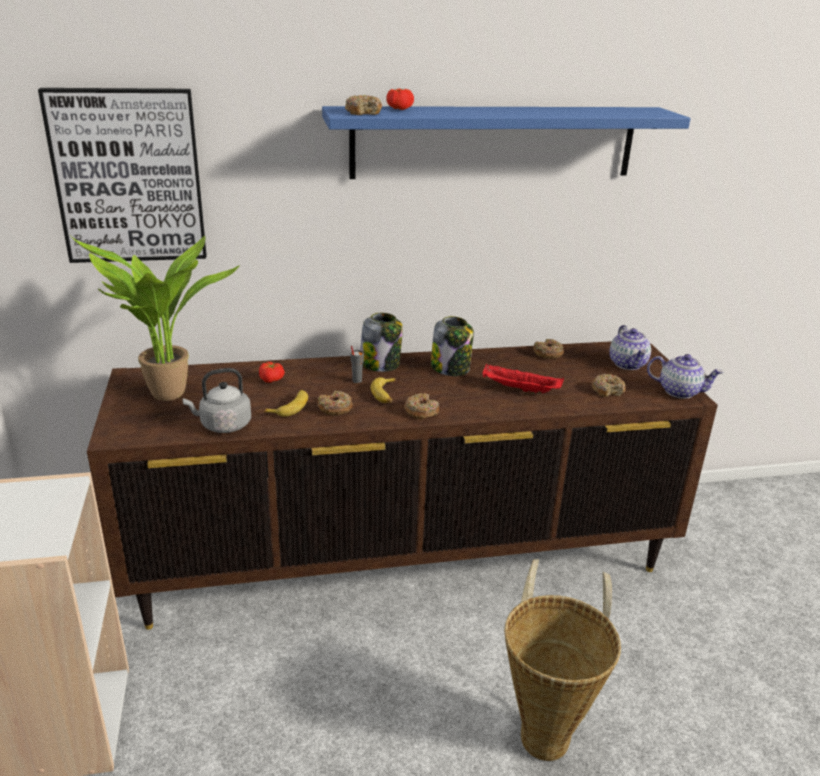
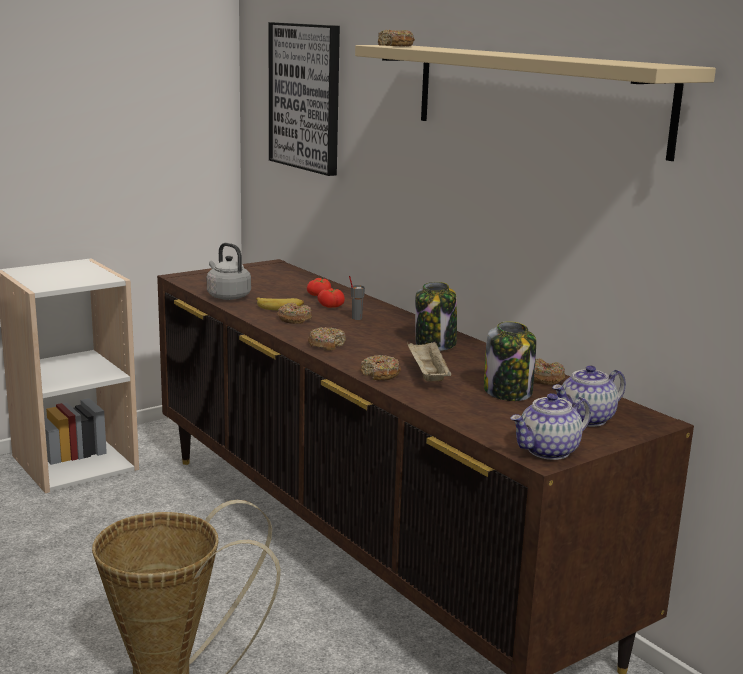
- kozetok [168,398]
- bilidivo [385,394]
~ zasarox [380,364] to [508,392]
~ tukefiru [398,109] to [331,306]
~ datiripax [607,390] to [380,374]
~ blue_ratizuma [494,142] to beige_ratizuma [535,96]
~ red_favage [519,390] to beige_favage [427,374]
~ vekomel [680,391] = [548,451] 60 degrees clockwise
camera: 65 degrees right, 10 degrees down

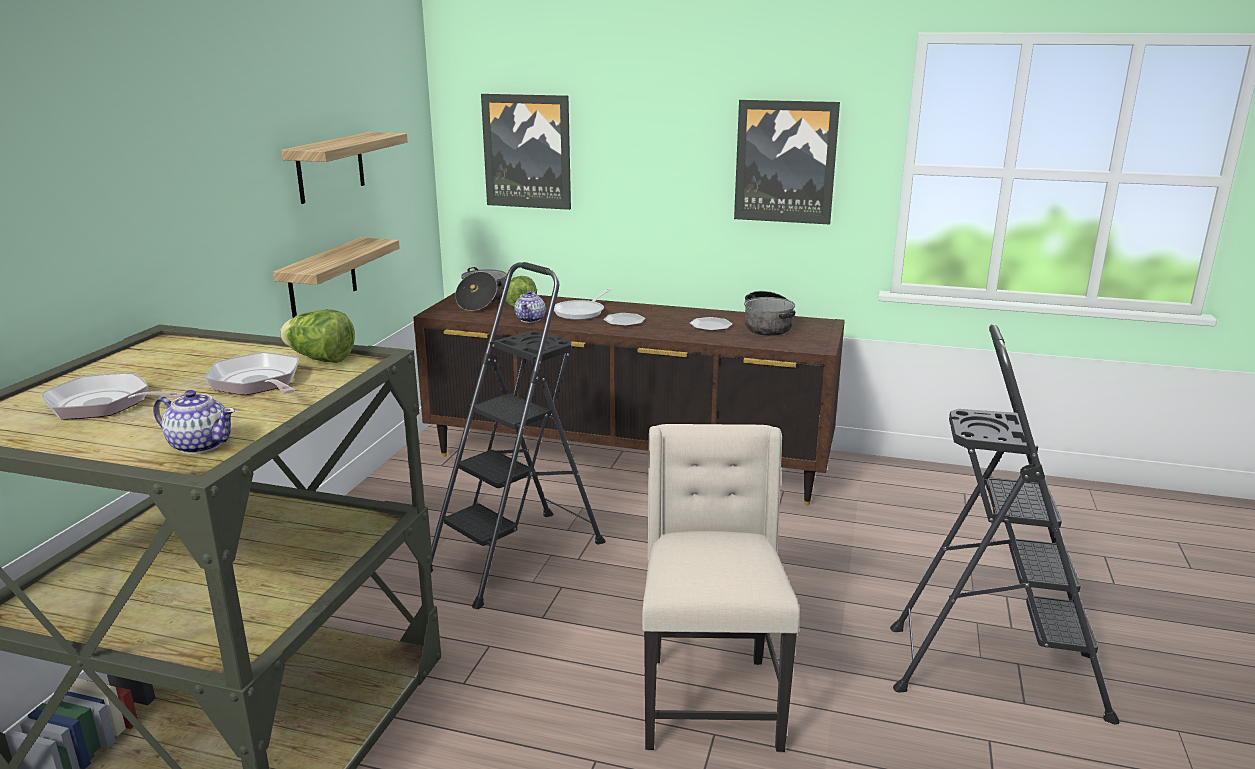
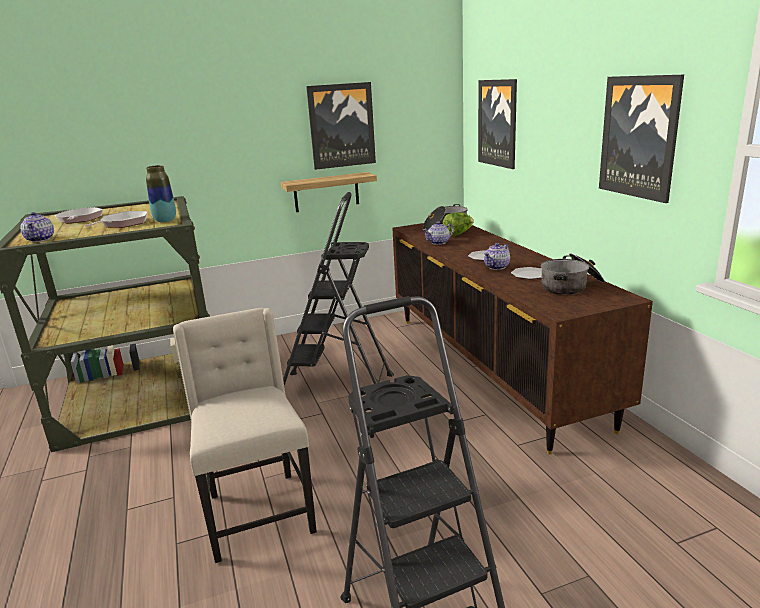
- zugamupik [581,312]
+ vekomel [497,267]
~ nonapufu [320,359] to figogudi [165,220]
~ ratizuma [330,167] to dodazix [341,125]
~ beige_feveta [709,700] = [258,513] 75 degrees counterclockwise
camera: 55 degrees right, 0 degrees up

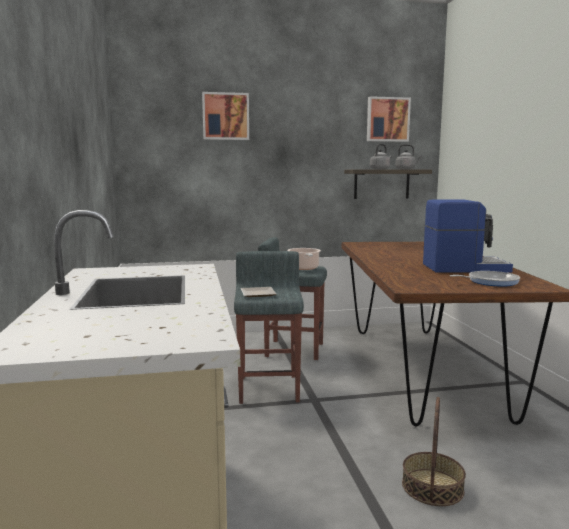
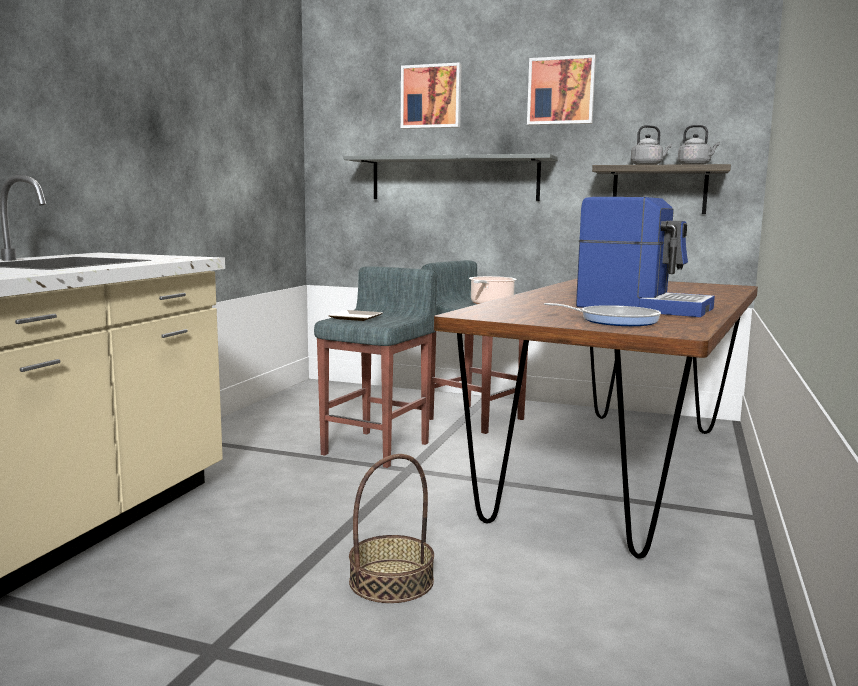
+ grey_ratizuma [454,179]
~ dodazix [387,119] to [561,91]
camera: 30 degrees right, 0 degrees up

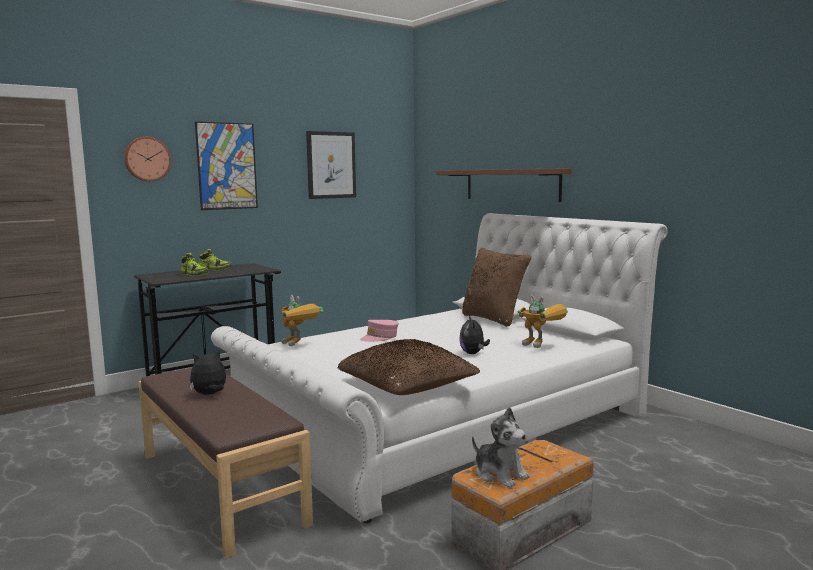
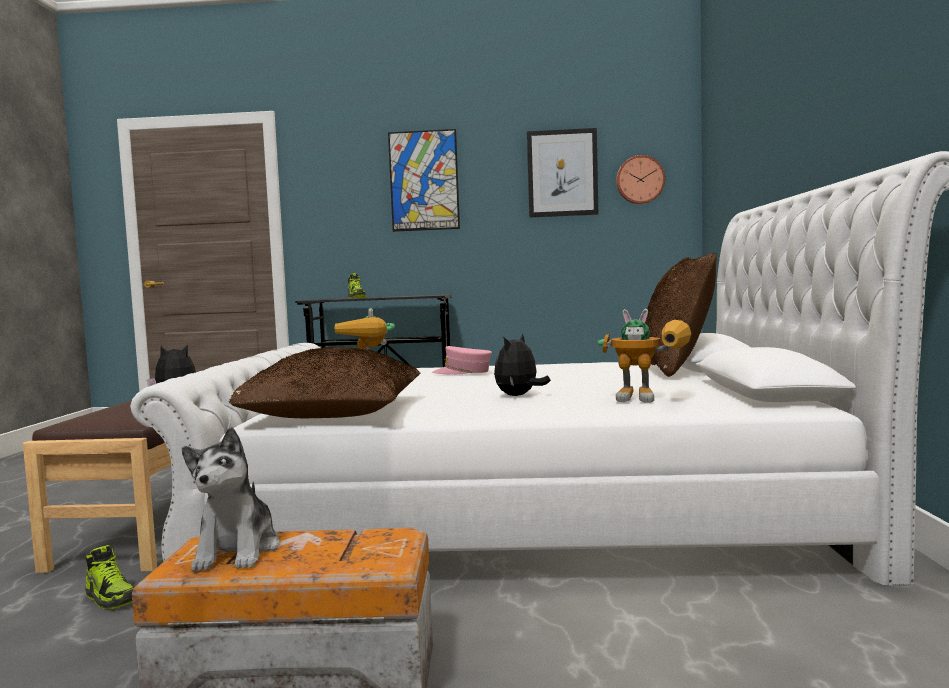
- brown_ratizuma [511,184]
~ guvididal [147,159] to [639,180]
~ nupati [215,269] to [111,598]
~ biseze [542,345] = [652,399] 60 degrees counterclockwise
camera: 40 degrees right, 5 degrees down

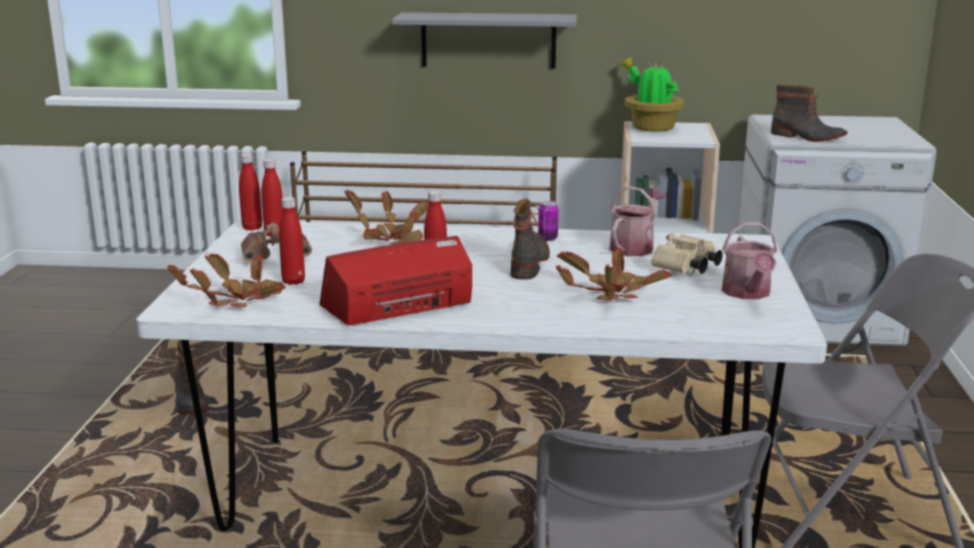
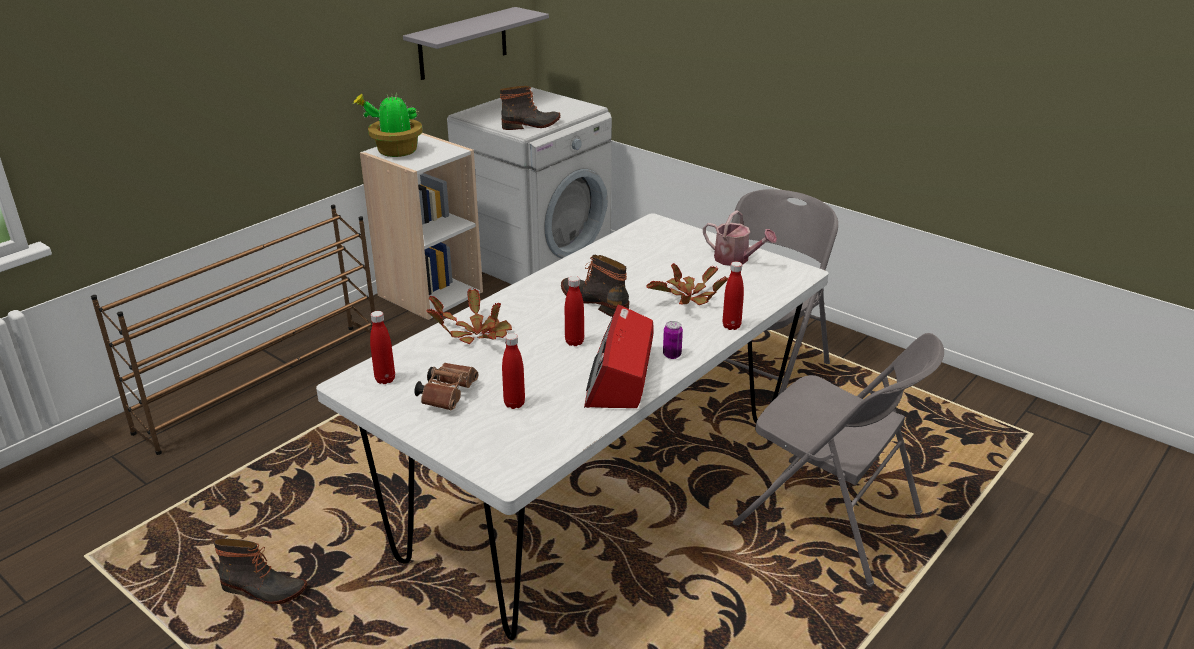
- kozetok [237,300]
- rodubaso [634,247]
- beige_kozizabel [685,269]
~ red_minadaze [252,228] to [731,326]
~ grey_ratizuma [488,40] to [463,43]
~ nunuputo [547,238] to [672,355]
camera: 55 degrees left, 10 degrees up

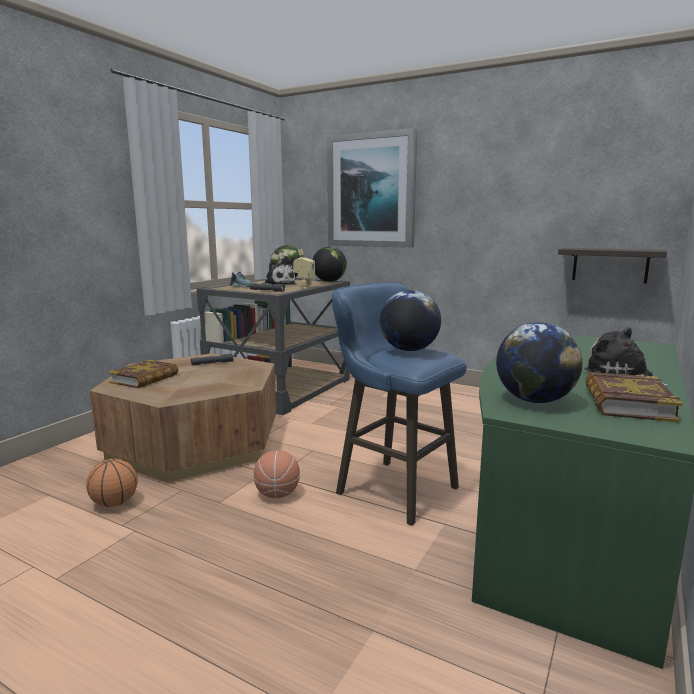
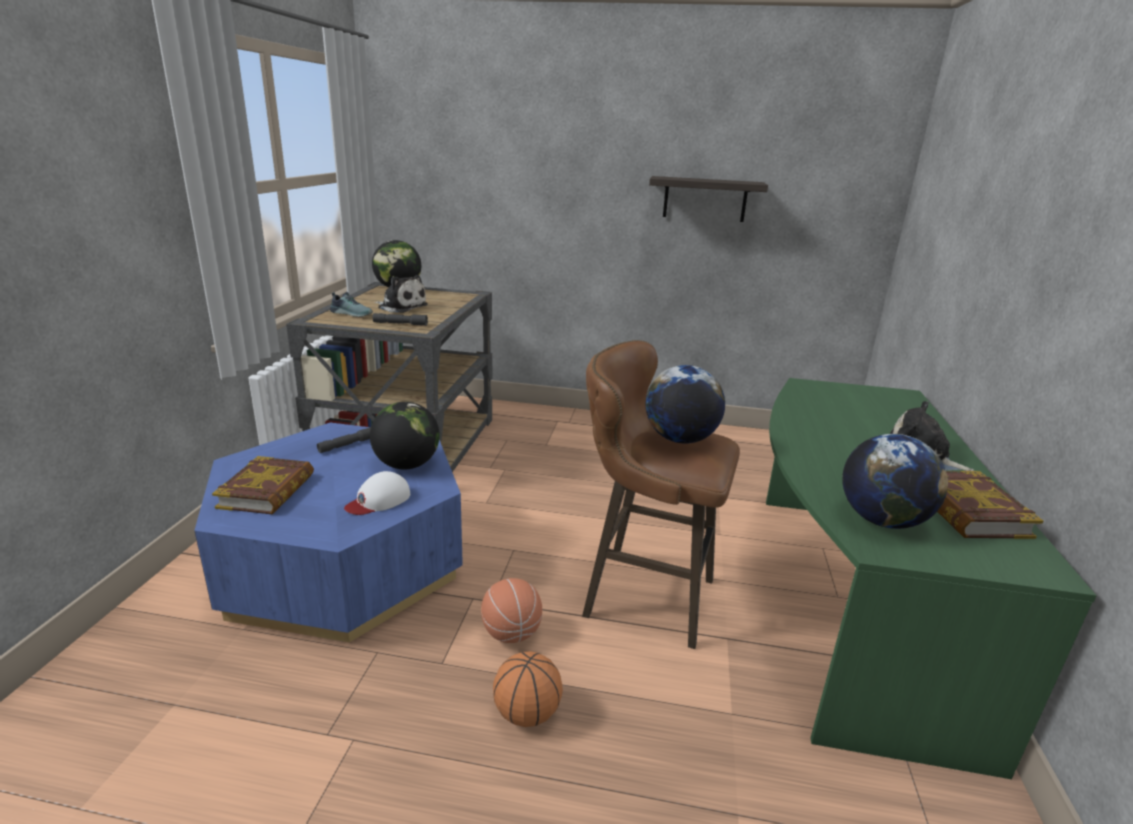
- biseze [304,287]
- dodazix [371,191]
+ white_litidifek [378,500]
~ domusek [114,503] to [527,714]
~ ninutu [329,281] to [406,465]
~ ratizuma [610,265] to [705,199]
~ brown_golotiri [194,442] to blue_golotiri [343,562]
~ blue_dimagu [392,488] to brown_dimagu [643,595]
camera: 20 degrees left, 10 degrees up

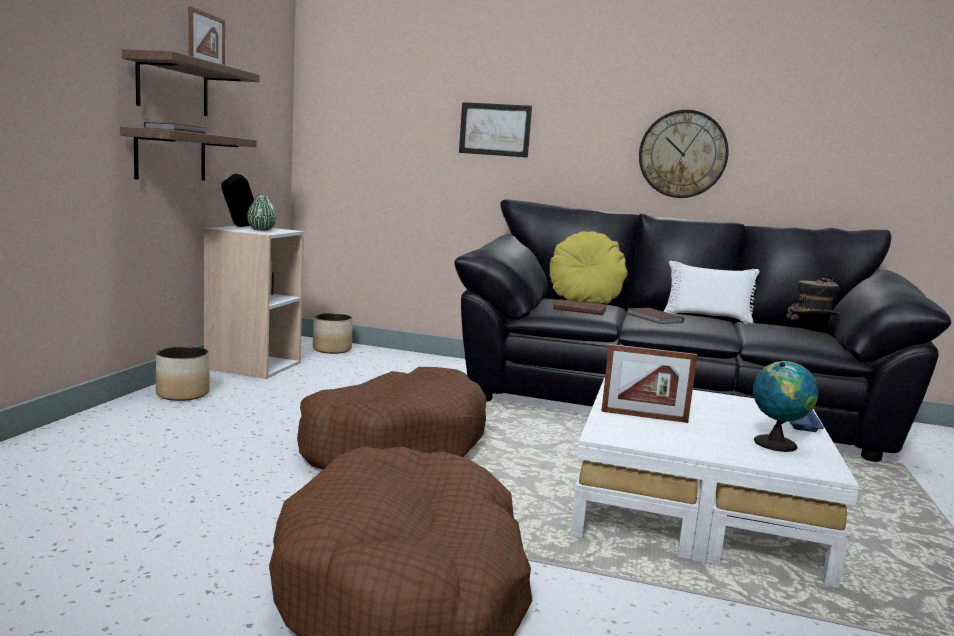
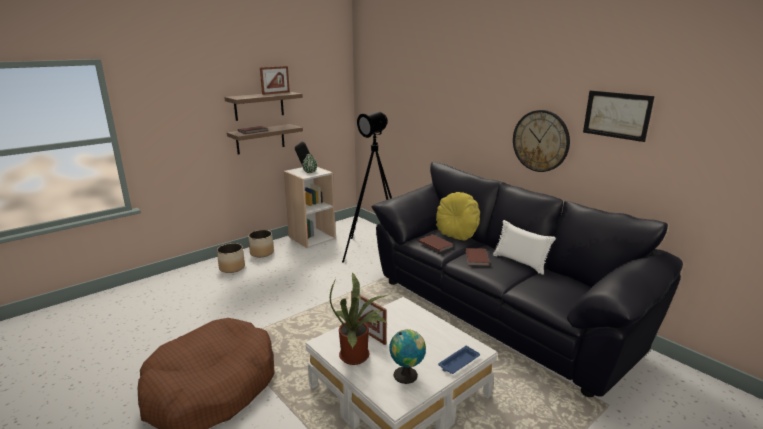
- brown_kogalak [393,445]
- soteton [809,334]
+ kozetok [358,356]
+ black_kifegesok [374,251]
~ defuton [332,349] to [232,268]
~ dodazix [495,129] to [616,115]
camera: 35 degrees right, 10 degrees up

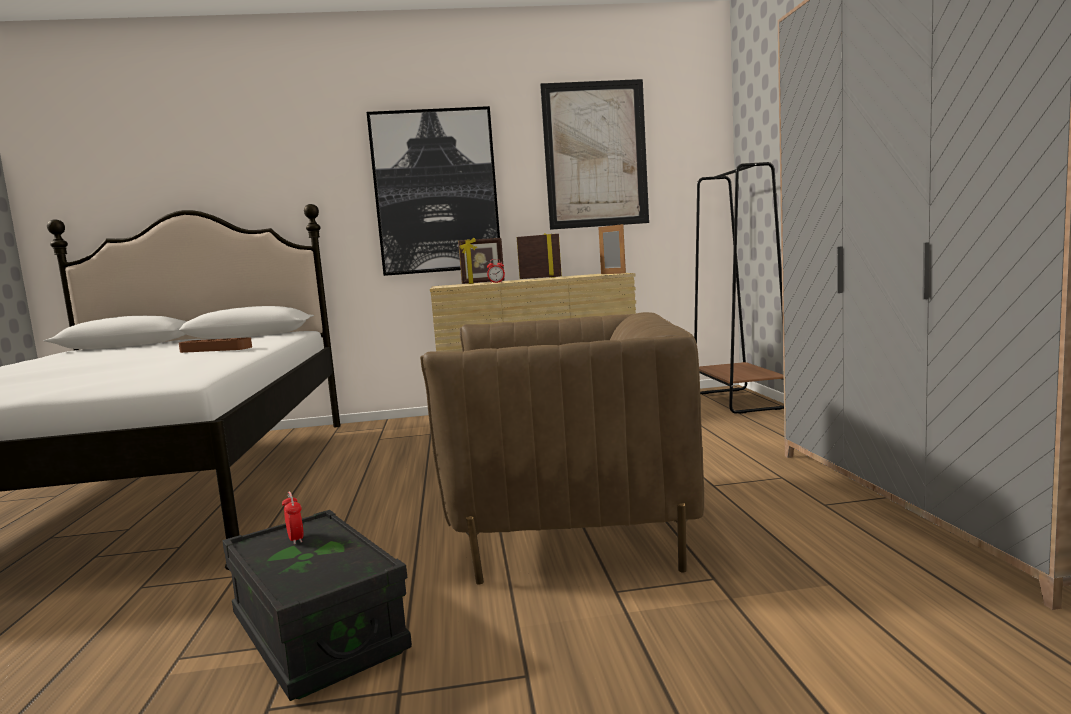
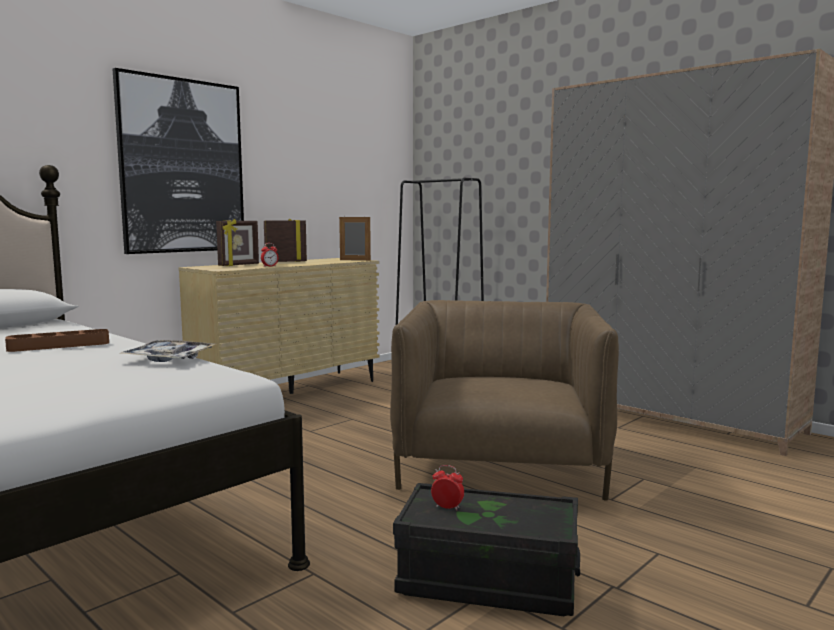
- dodazix [595,155]
+ favage [169,358]
~ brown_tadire [571,522] = [500,468] 45 degrees counterclockwise
camera: 40 degrees left, 0 degrees up

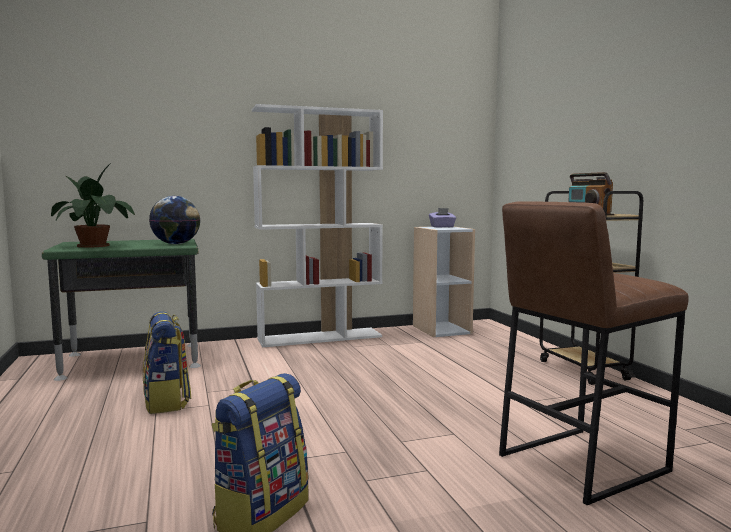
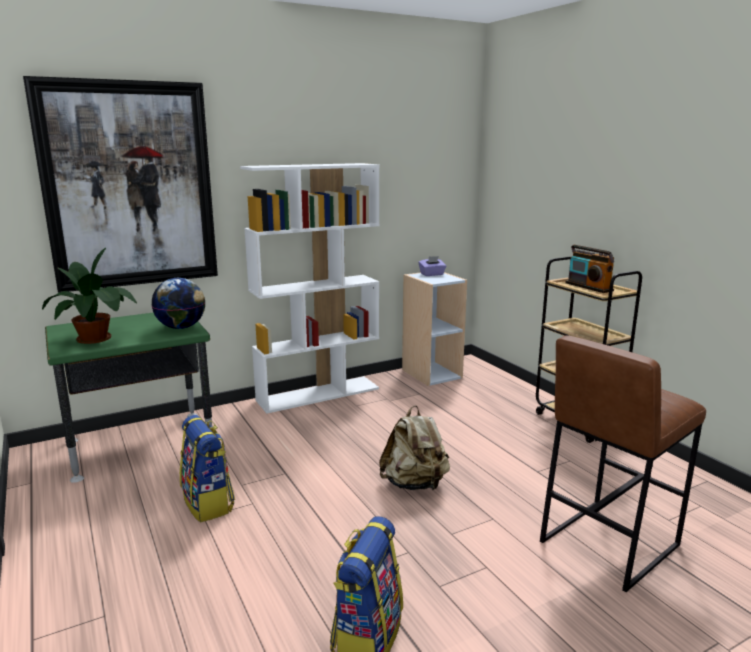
+ dodazix [129,186]
+ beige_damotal [414,484]
camera: 10 degrees left, 10 degrees up

